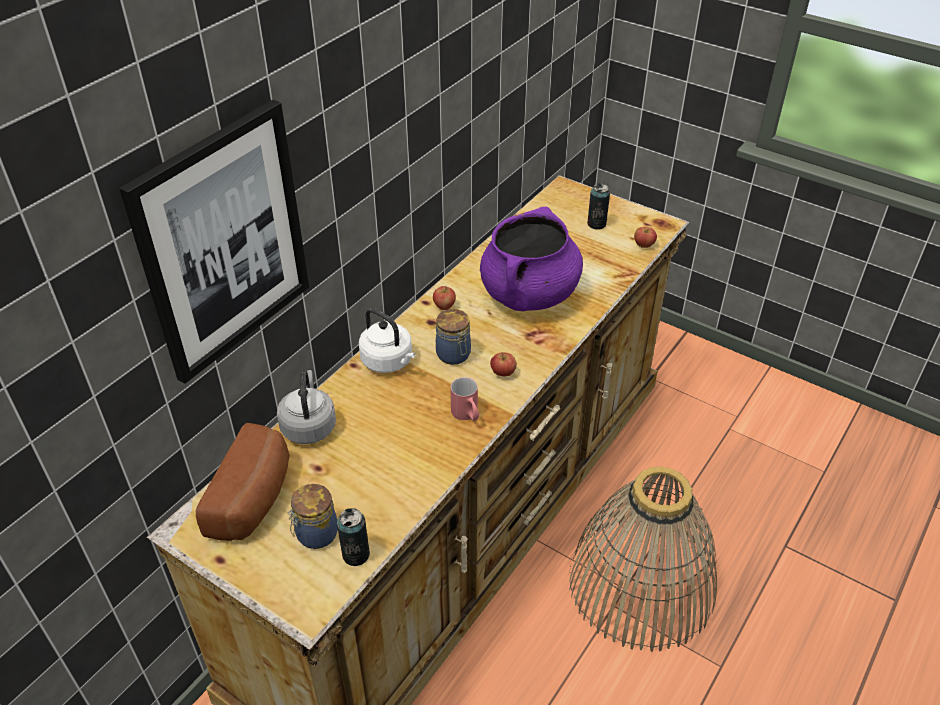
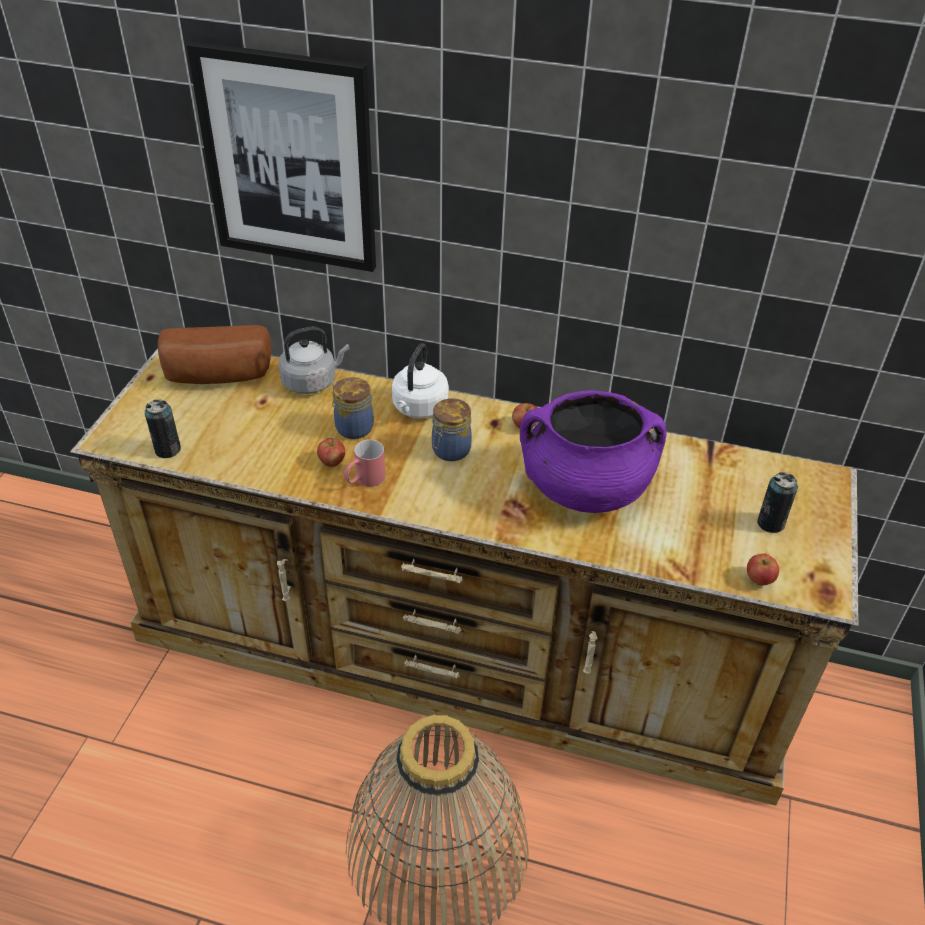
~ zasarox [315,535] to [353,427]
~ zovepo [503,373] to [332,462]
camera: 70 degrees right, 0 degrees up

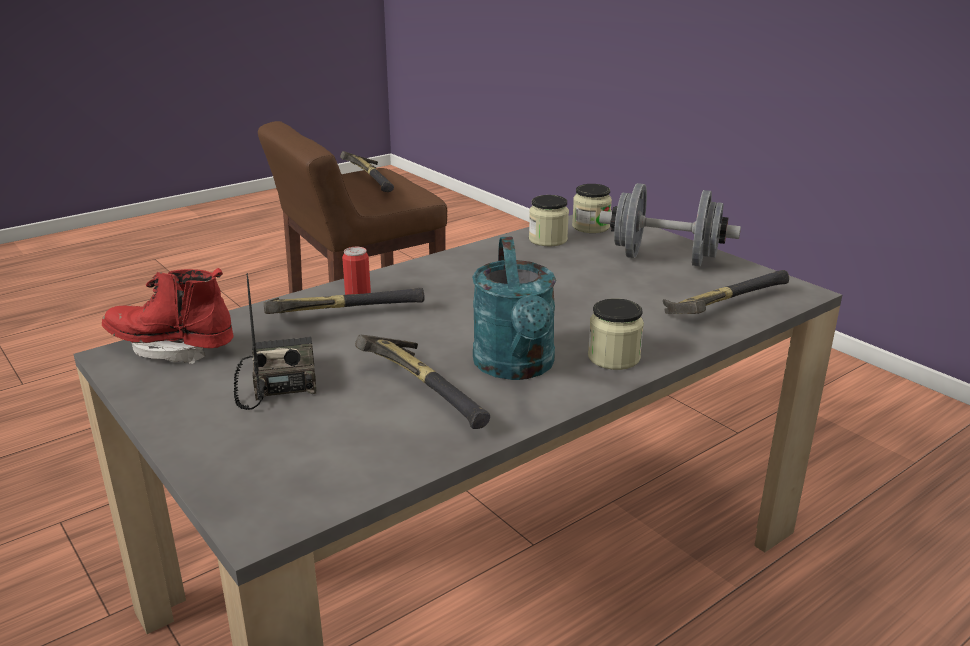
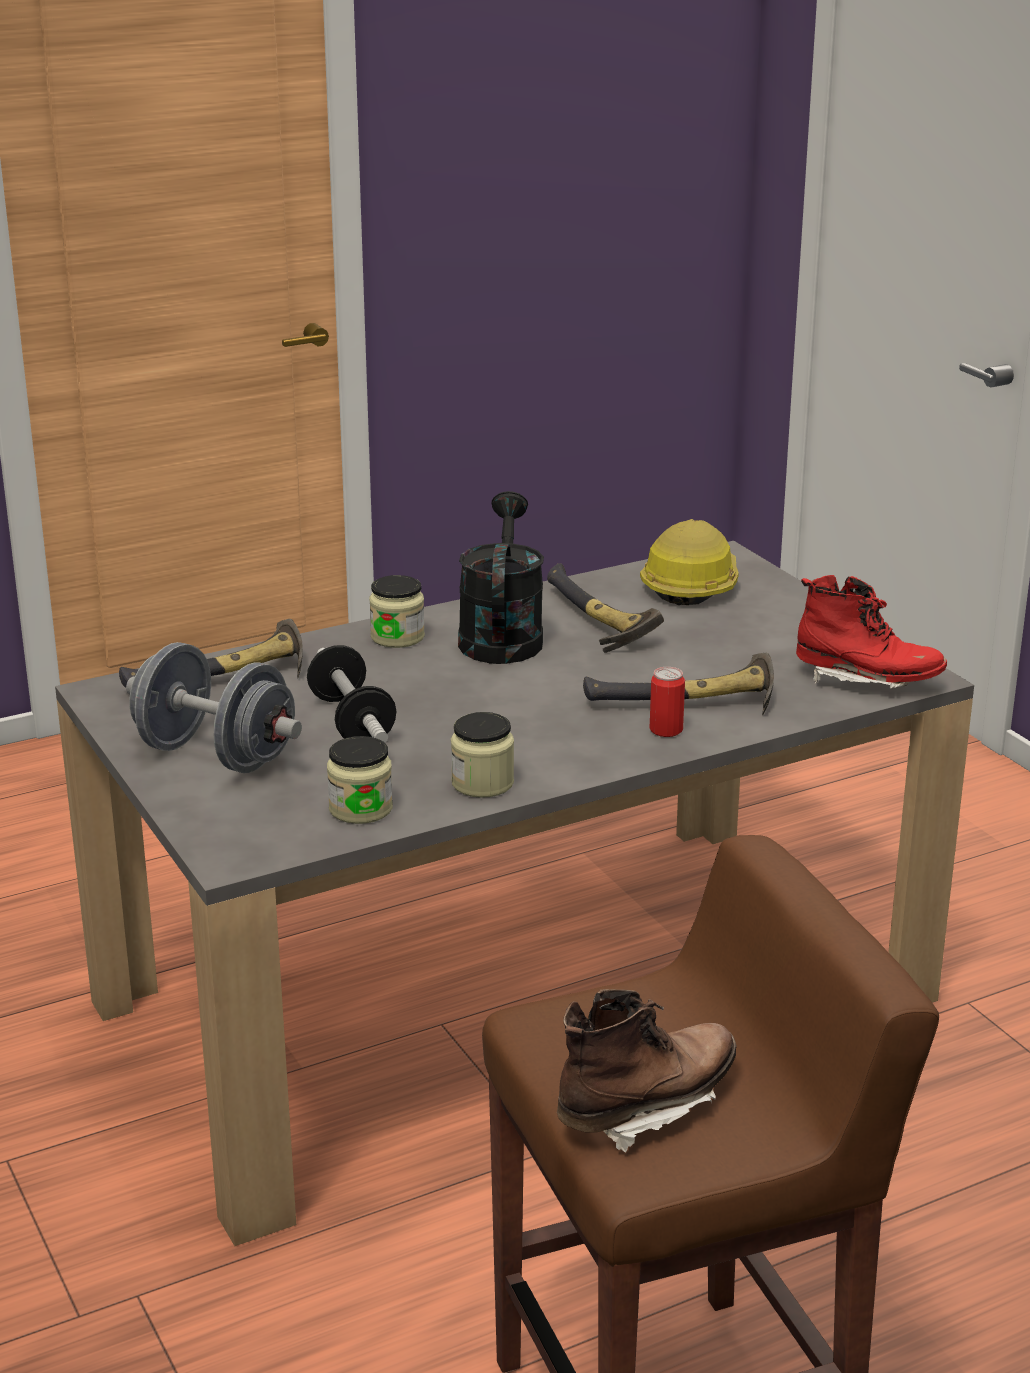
- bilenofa [277,382]
+ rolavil [352,721]
+ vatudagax [691,585]
~ zasarox [590,227] to [482,783]
~ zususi [373,181] to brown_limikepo [646,1107]
~ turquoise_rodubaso [516,367] to black_rodubaso [501,635]
camera: 170 degrees left, 0 degrees up

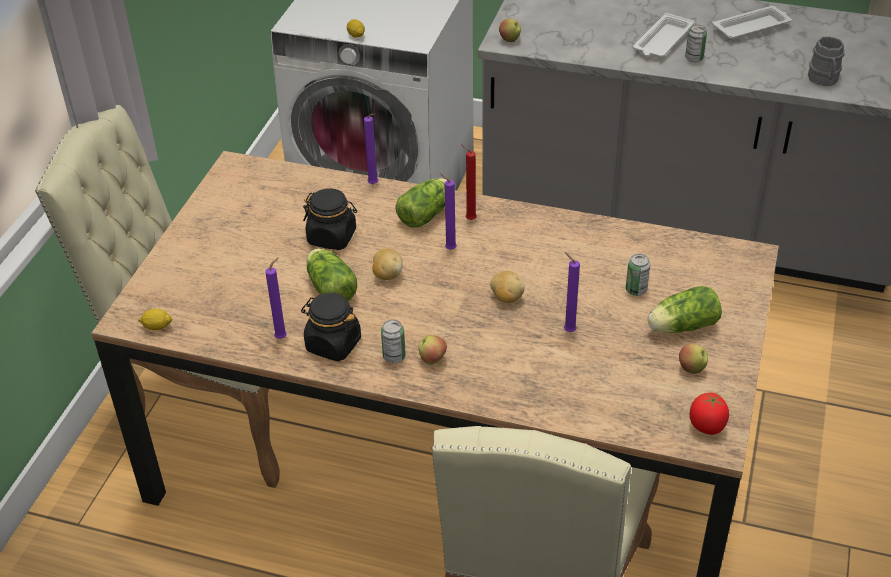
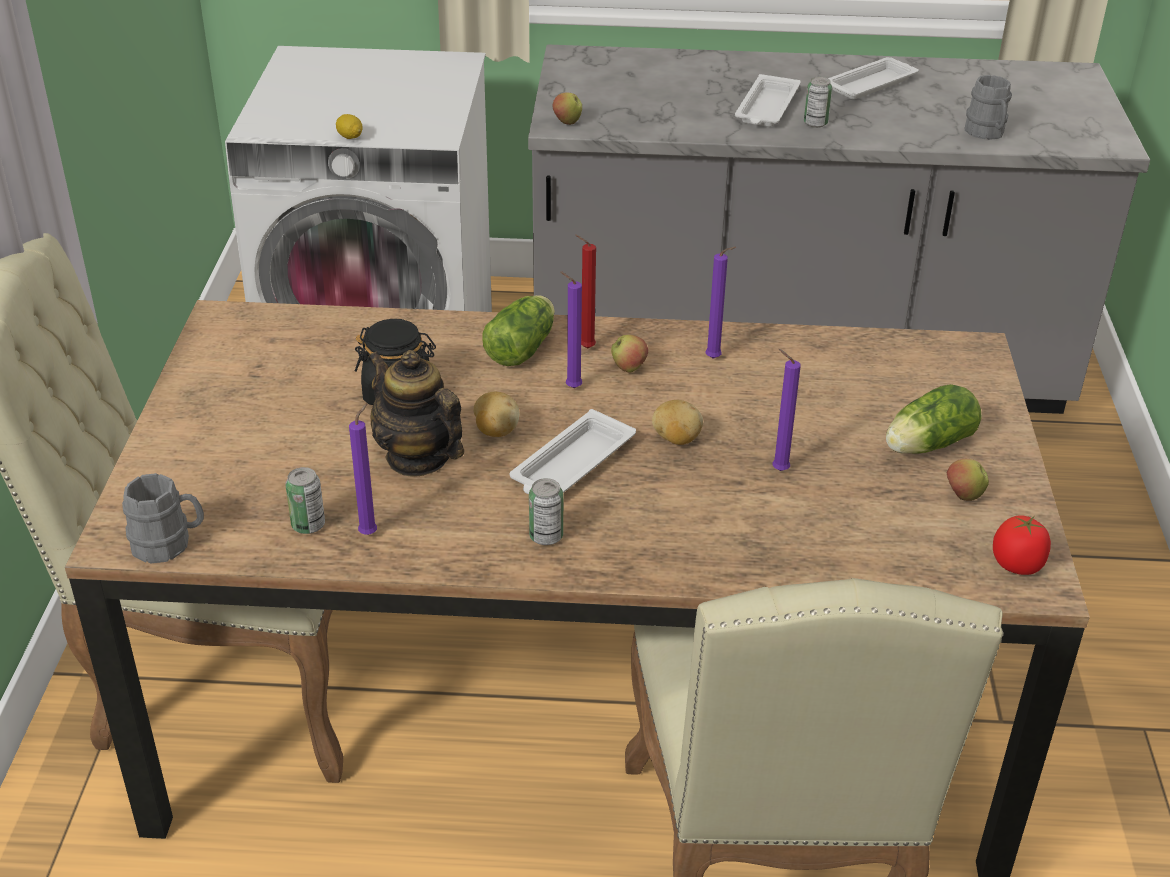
- black_zasarox [333,344]
+ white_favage [571,464]
~ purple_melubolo [374,185] to [715,359]
~ zovepo [432,359] to [629,368]
~ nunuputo [636,290] to [308,525]
~ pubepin [157,327] to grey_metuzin [169,544]
~ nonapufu [330,287] to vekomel [418,457]
camera: 15 degrees left, 5 degrees down

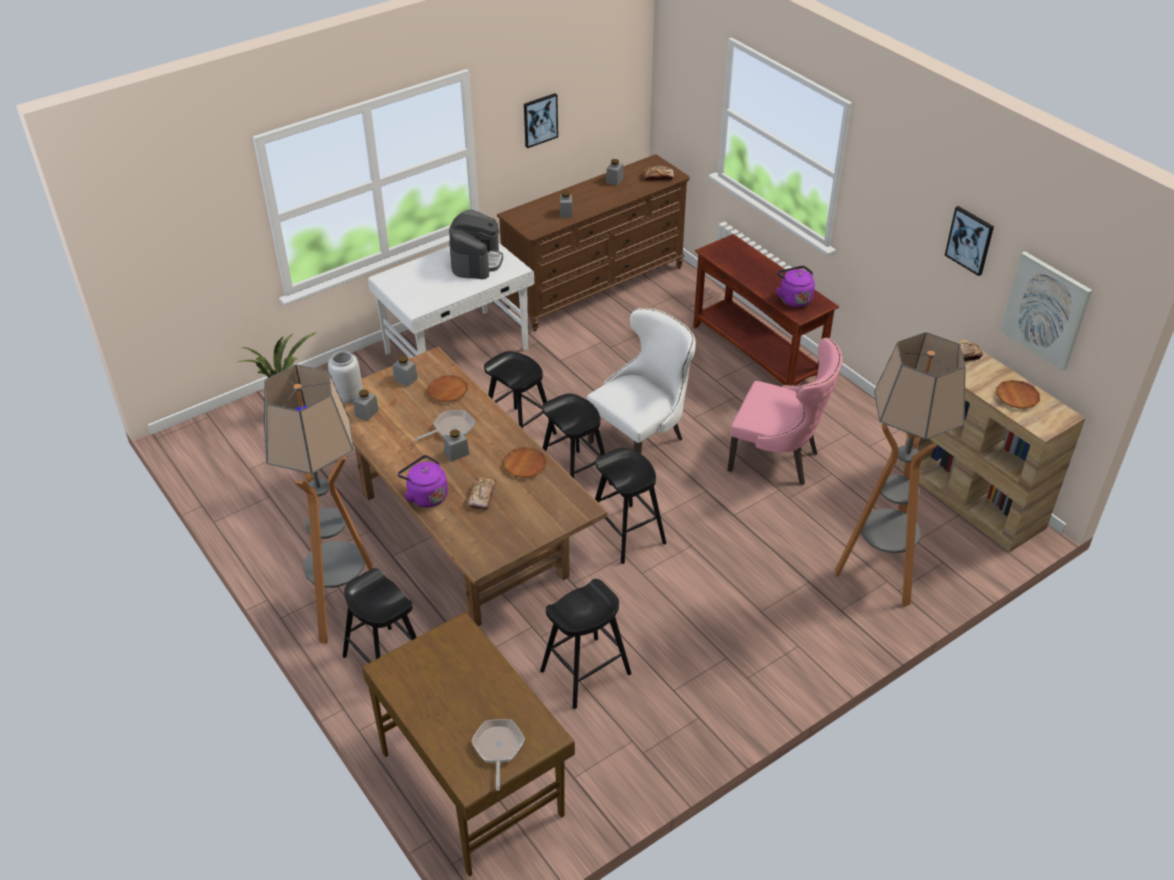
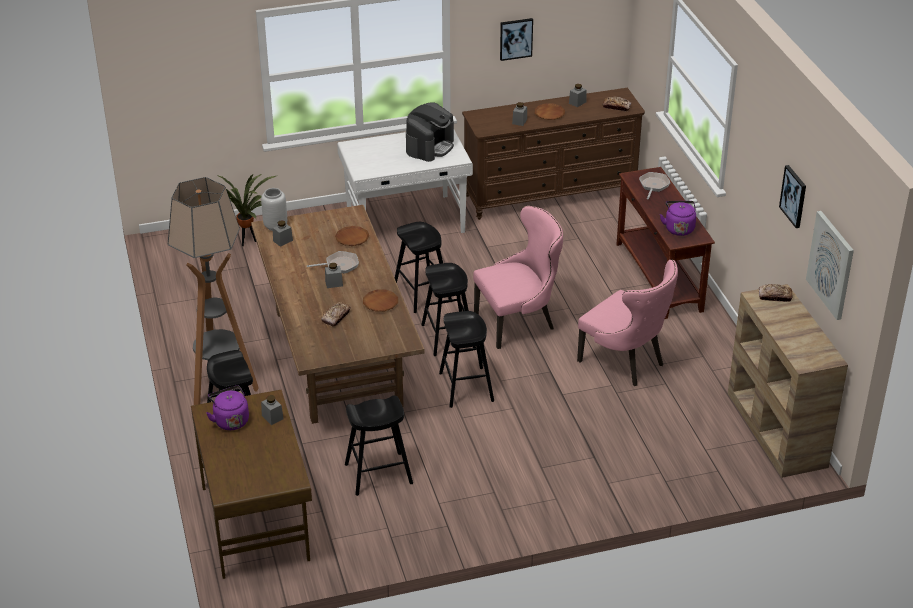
- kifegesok [879,575]
~ grey_zasarox [405,379] to [272,417]
~ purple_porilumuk [425,495] to [230,420]
~ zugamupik [498,748] to [653,186]
~ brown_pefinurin [1017,397] to [549,114]
~ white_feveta [641,441] to pink_feveta [518,323]
camera: 20 degrees right, 5 degrees down

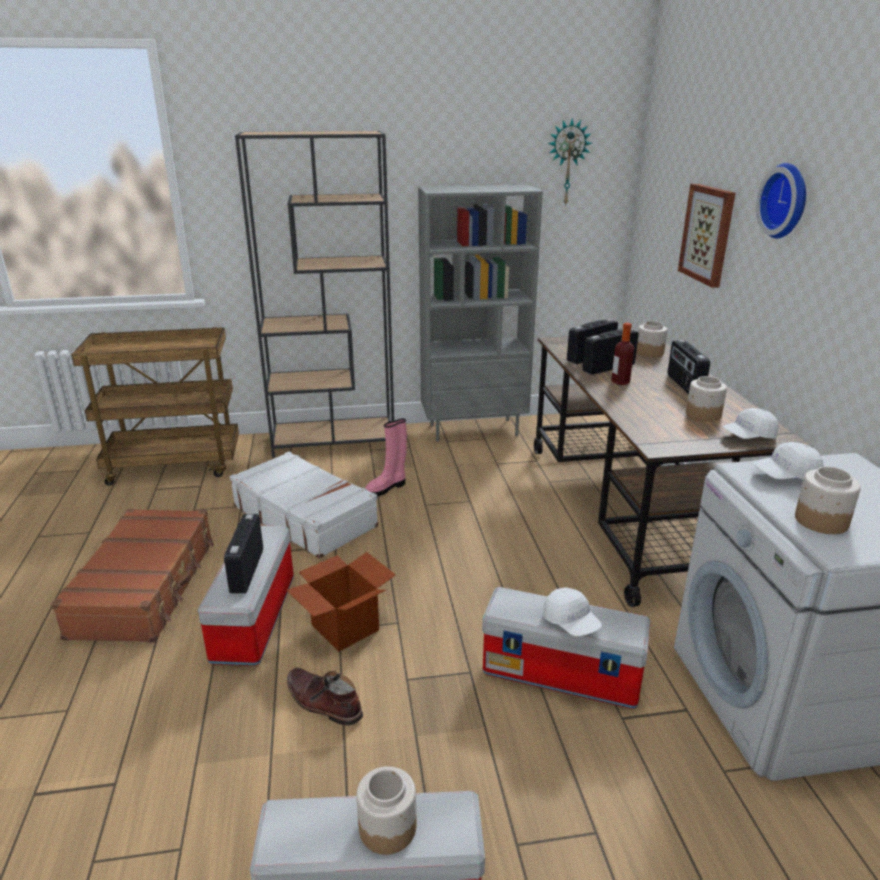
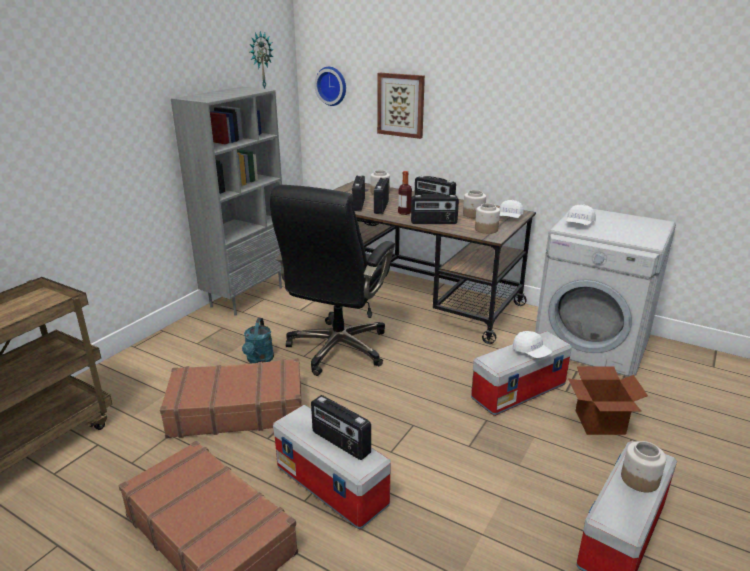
- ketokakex [334,441]
- brown_limikepo [323,702]
+ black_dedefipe [339,346]
+ bilenofa [433,222]
~ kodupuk [345,627] to [600,422]
~ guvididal [787,201] to [332,86]
~ zasarox [820,521] to [486,229]
~ pink_limikepo [387,488] to turquoise_rodubaso [259,360]
~ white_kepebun [305,516] to brown_kepebun [237,409]
~ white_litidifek [571,623] = [531,352] 45 degrees clockwise
camera: 50 degrees left, 0 degrees up

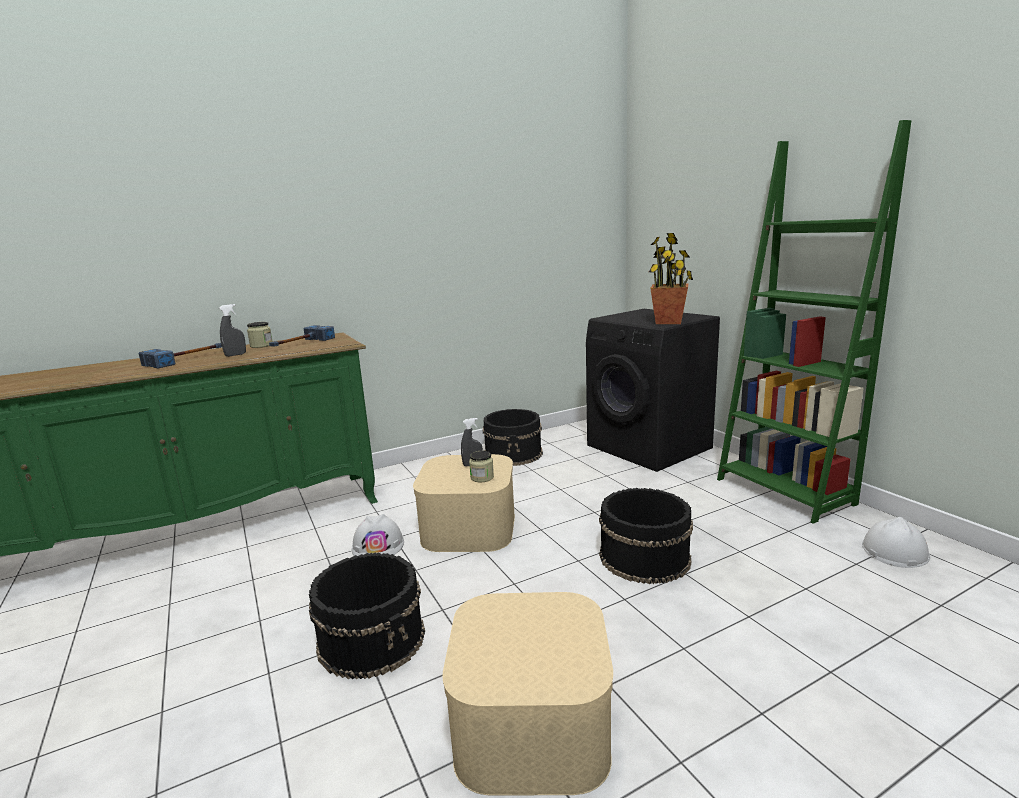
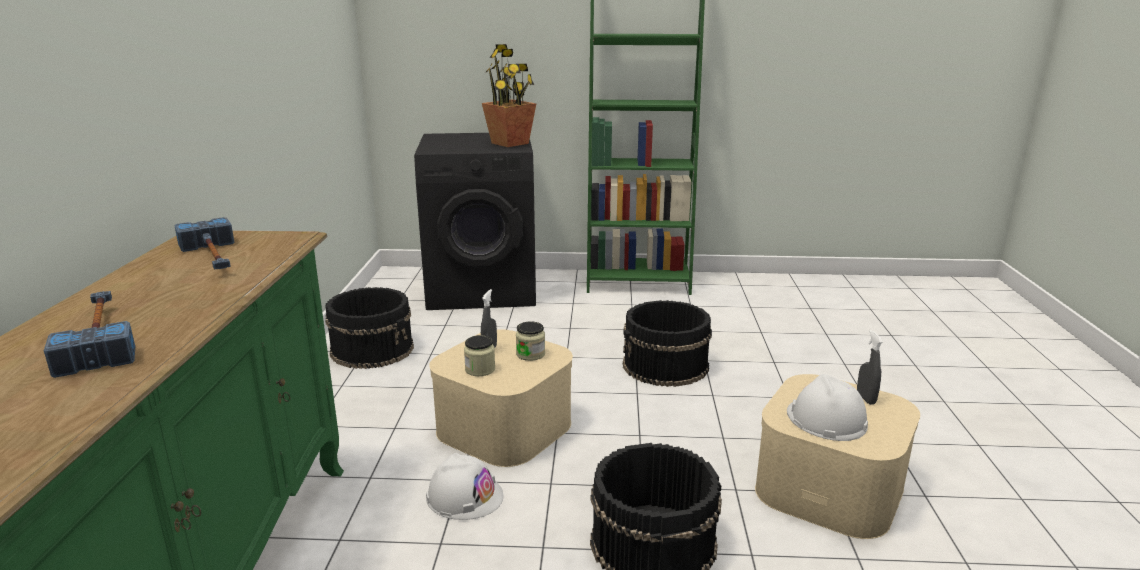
~ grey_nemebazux [235,355] to [866,398]
~ zasarox [261,345] to [480,369]
~ white_vatudagax [894,551] to [826,419]
camera: 60 degrees left, 5 degrees up

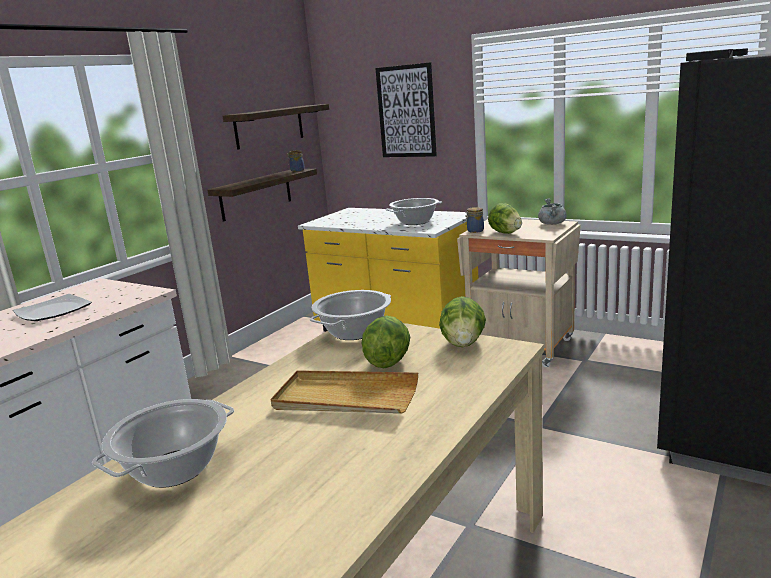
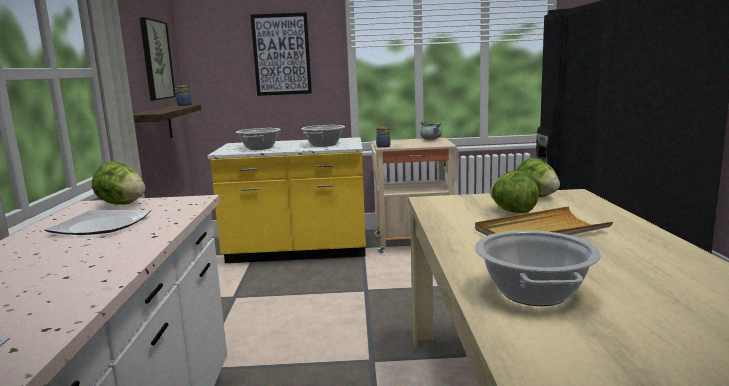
~ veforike [354,332] to [260,148]
~ nonapufu [505,233] to [121,204]
~ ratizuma [269,126] to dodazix [156,60]
camera: 35 degrees left, 5 degrees down

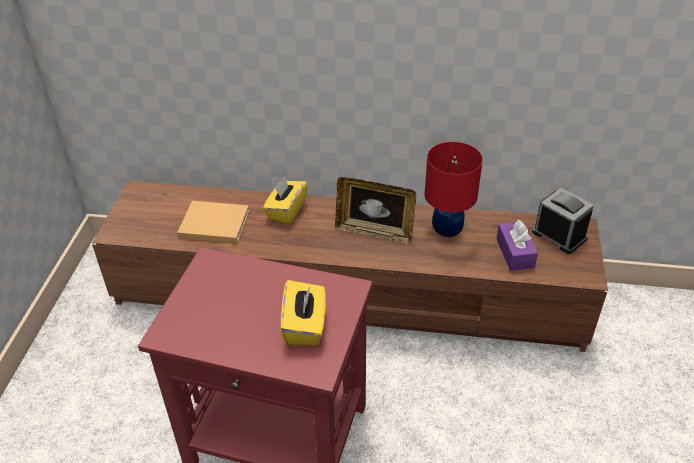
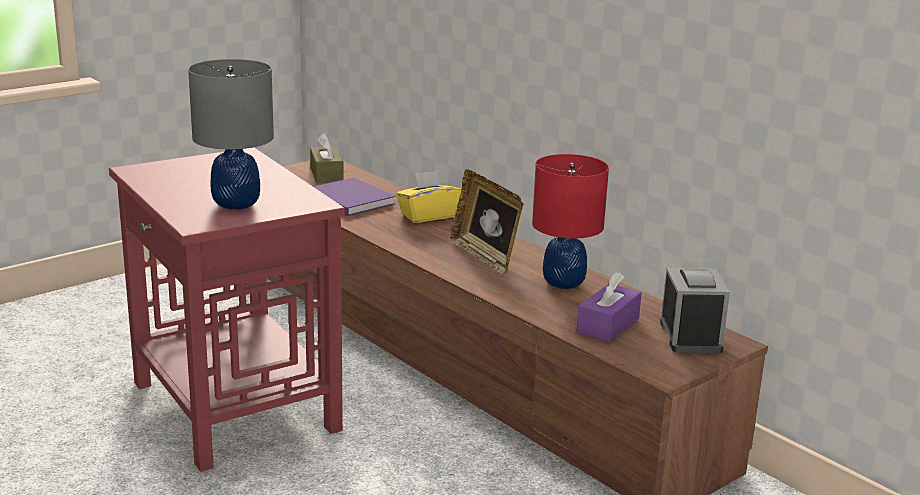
+ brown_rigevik [326,175]
~ yellow_rigevik [305,326] to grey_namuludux [236,204]
~ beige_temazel [212,224] to purple_temazel [349,199]
camera: 40 degrees right, 20 degrees down

